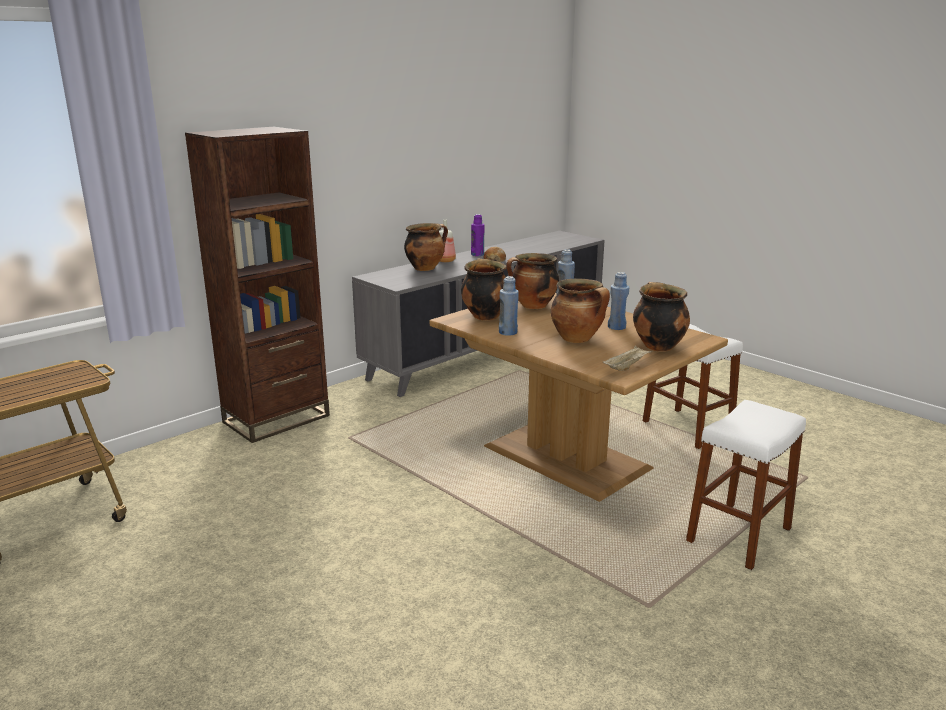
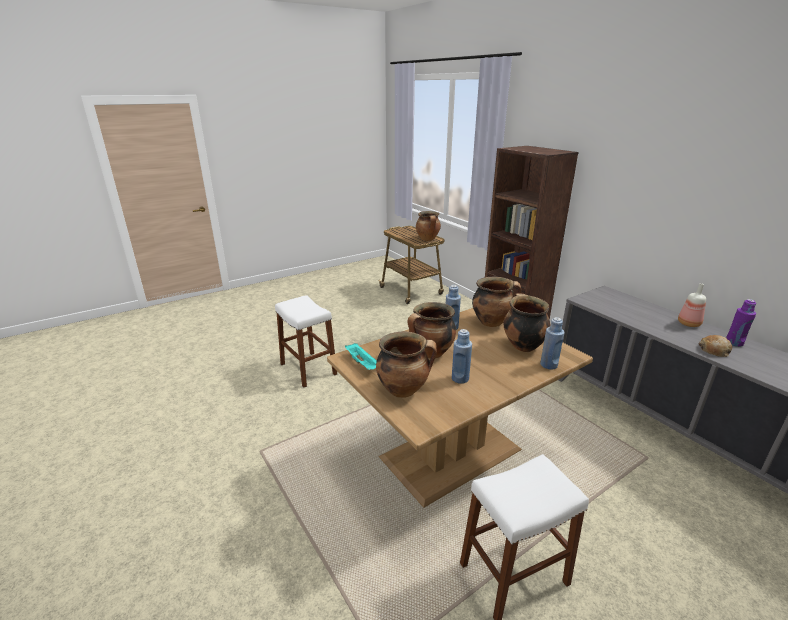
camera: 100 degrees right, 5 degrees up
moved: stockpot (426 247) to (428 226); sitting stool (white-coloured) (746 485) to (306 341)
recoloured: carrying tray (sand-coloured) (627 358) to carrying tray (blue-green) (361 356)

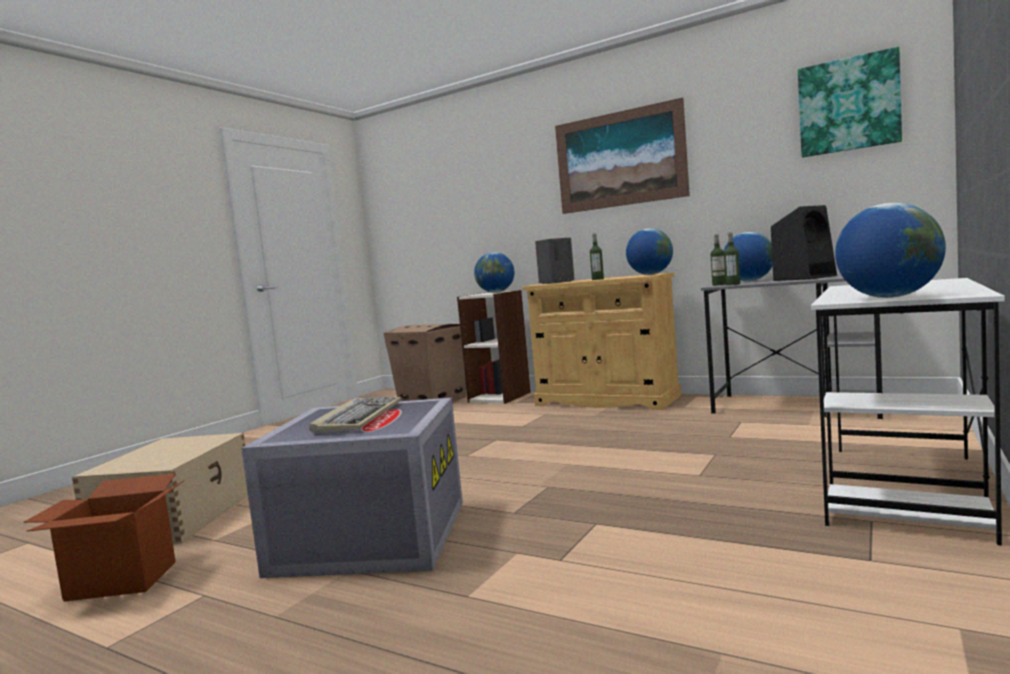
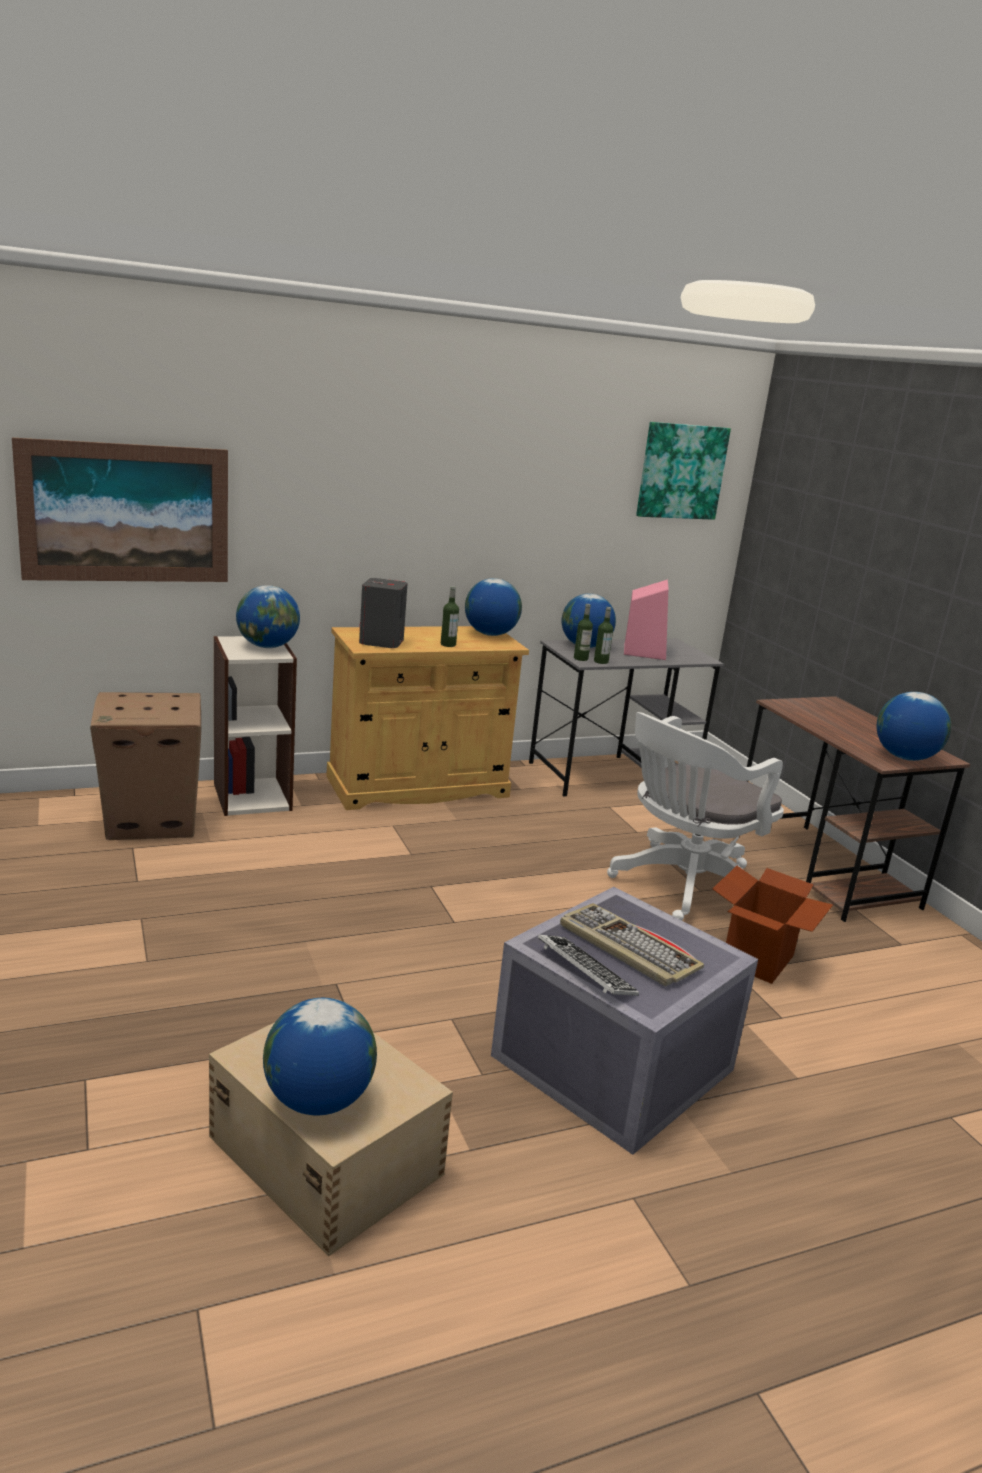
camera: 55 degrees left, 15 degrees up
added: desk chair (white-coloured) (695 816); computer keyboard (588 965); world globe (320 1056)
moved: picture (622 155) to (120 510); carton (104 537) to (772 925)
recoloured: loudspeaker (blackish) (804 243) to loudspeaker (pink) (646 619); desk unit (white-coloured) (908 412) to desk unit (brown-coloured) (858 809)

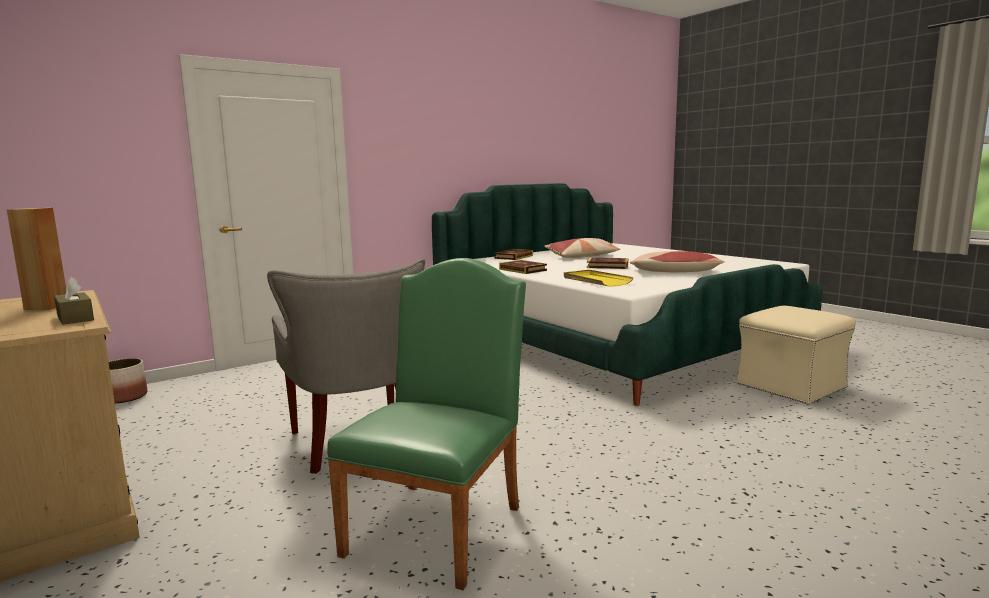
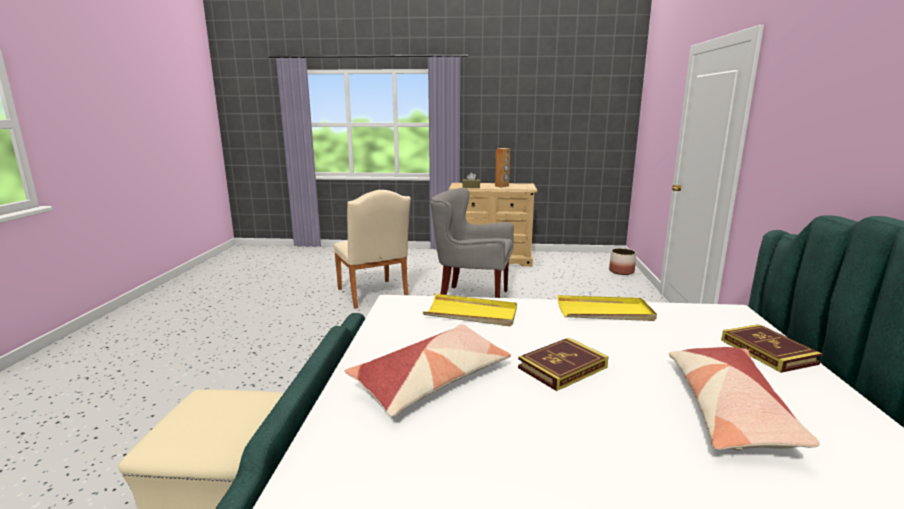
camera: 130 degrees right, 5 degrees up
replaced: bound book (523 267) to carrying tray (yellow-coloured) (607 308)
recoloured: upright chair (green) (426 424) to upright chair (sand-coloured) (372 249)

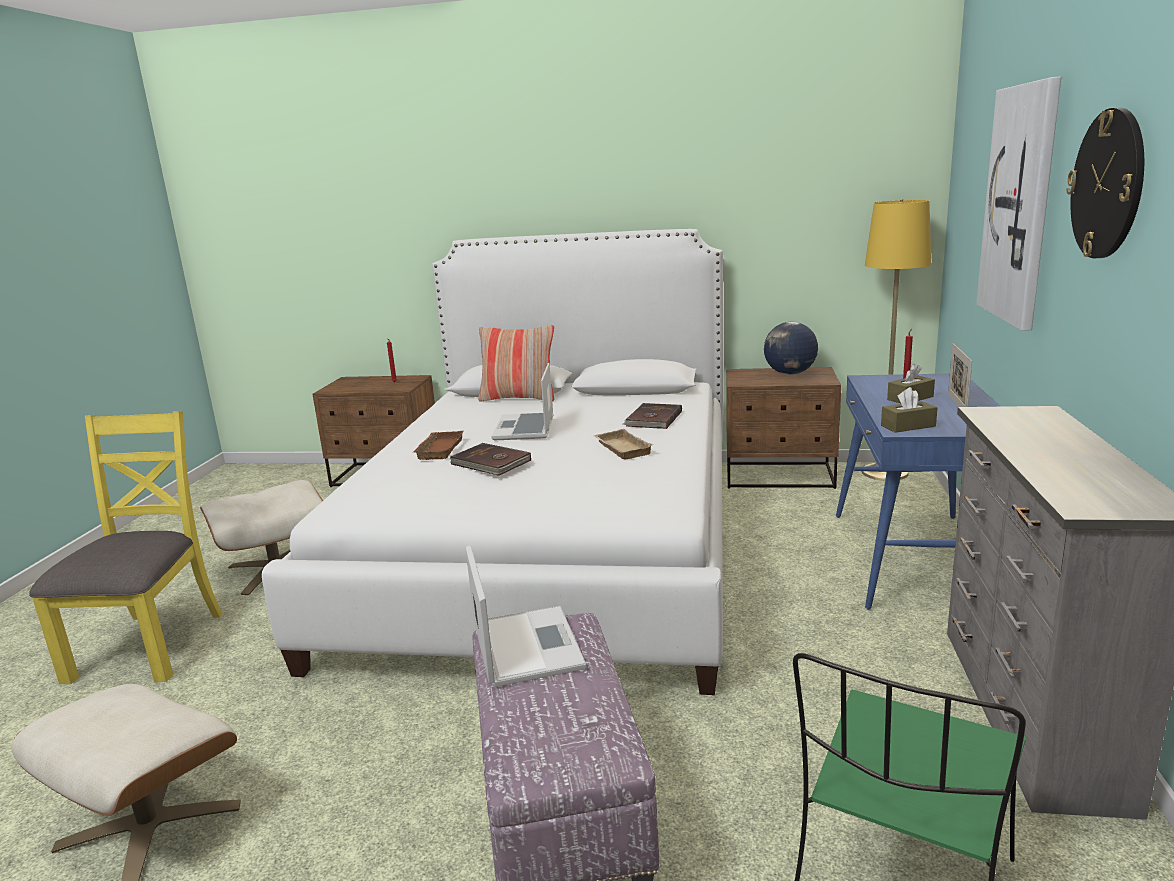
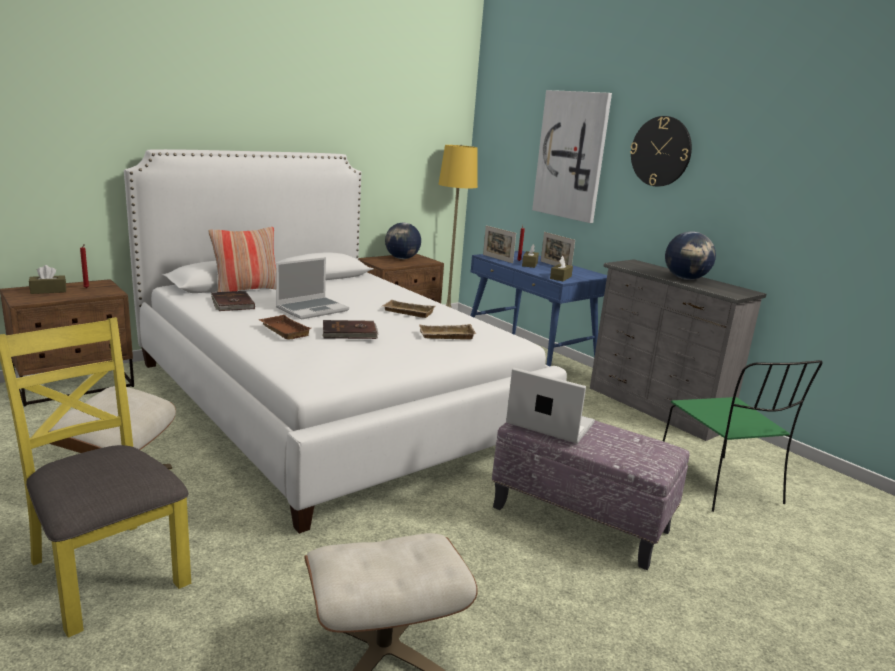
camera: 50 degrees left, 0 degrees up
added: photo frame (499 244); world globe (690 255); box of tissues (brown-coloured) (47 279); carrying tray (sand-coloured) (447 332)
moved: bound book (brown-coloured) (652 416) to (233 301)
turned: portable computer (522 402) = (312 288) 90 degrees counterclockwise

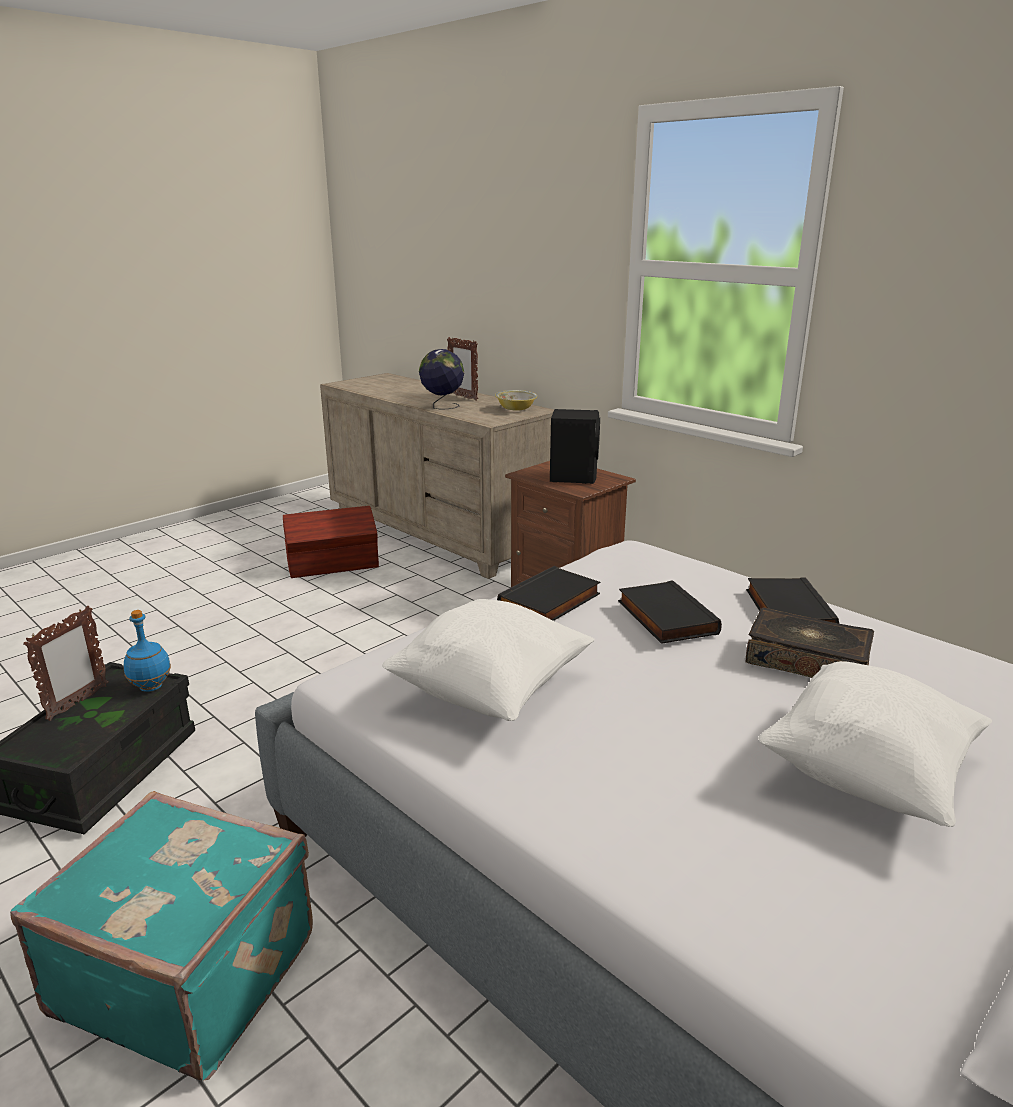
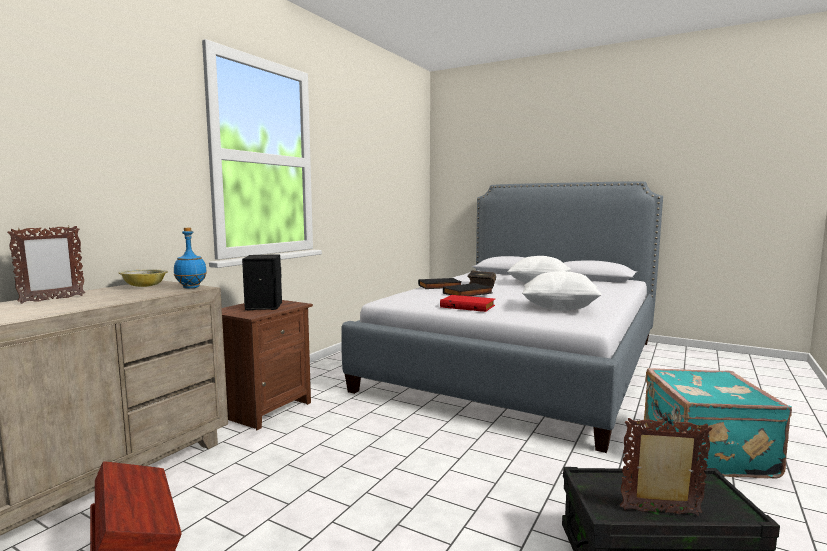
camera: 105 degrees left, 15 degrees down
removed: world globe (441 379)
moved: drink bottle (blue-coloured) (147 651) to (190 258)
recoloured: bound book (blackish) (548 593) to bound book (red-coloured) (467 303)

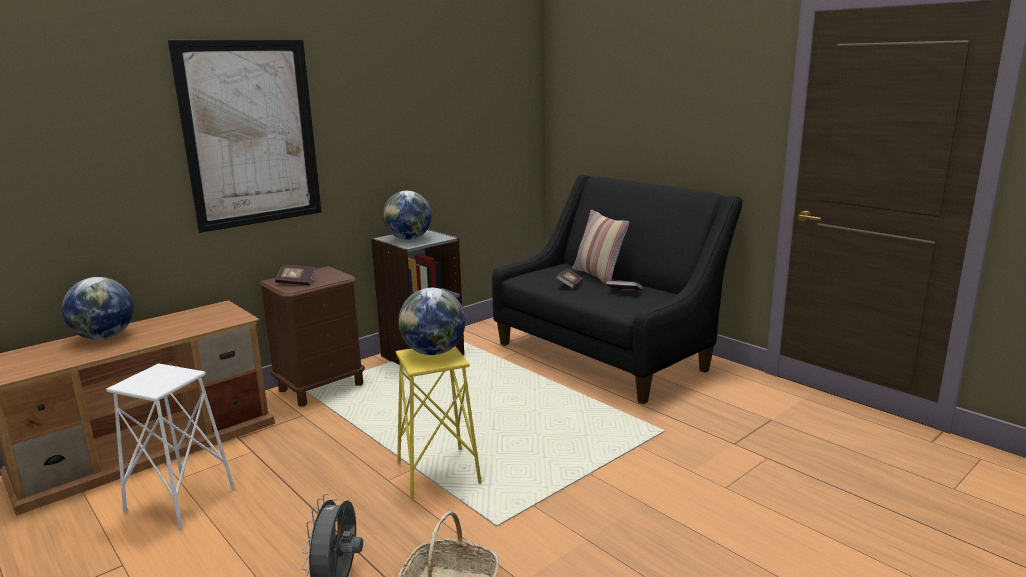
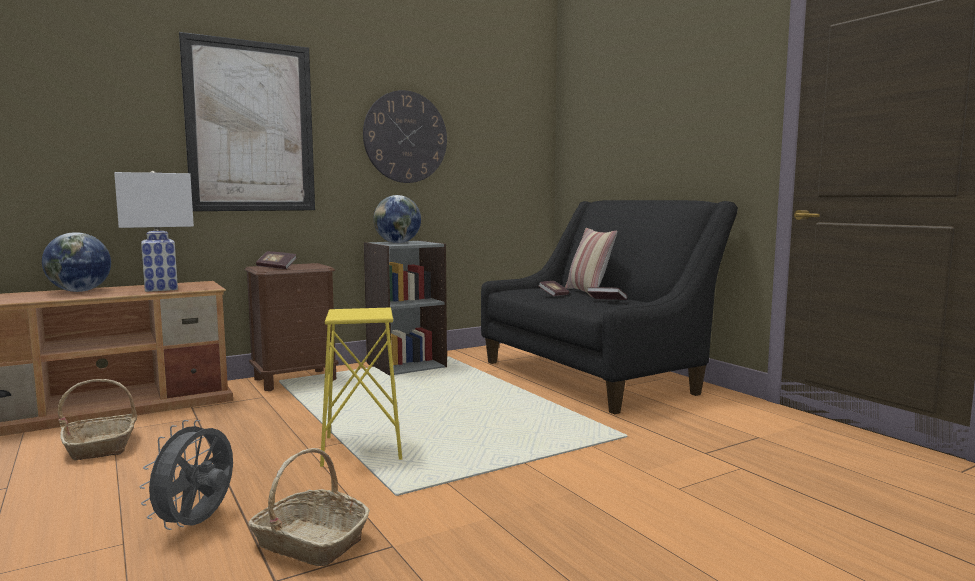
camera: 10 degrees right, 10 degrees down
removed: world globe (431 321)
added: clock on the wall (405 136); tabletop lamp (white-coloured) (154 231)
replaced: sitting stool (white-coloured) (170 446) to household basket (97 420)

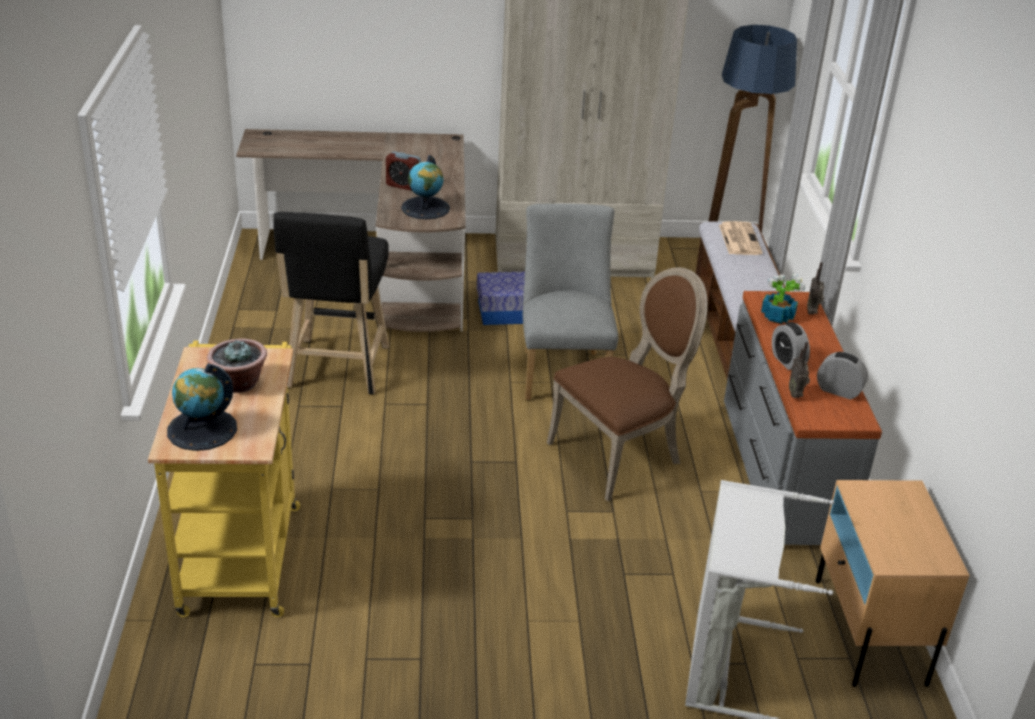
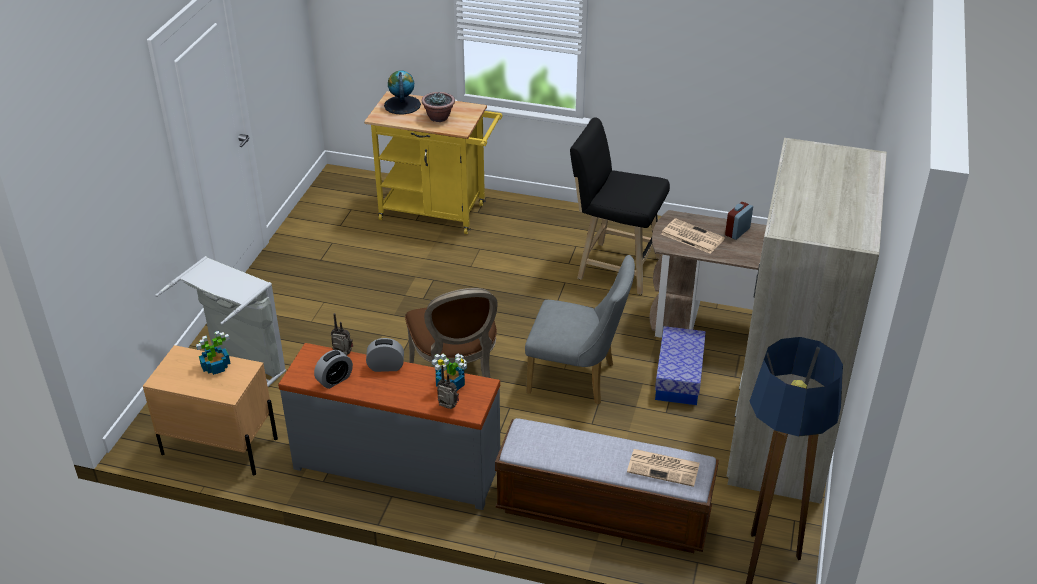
camera: 110 degrees right, 5 degrees up
added: houseplant (213 353)
replaced: world globe (425 187) to daily paper (693 236)

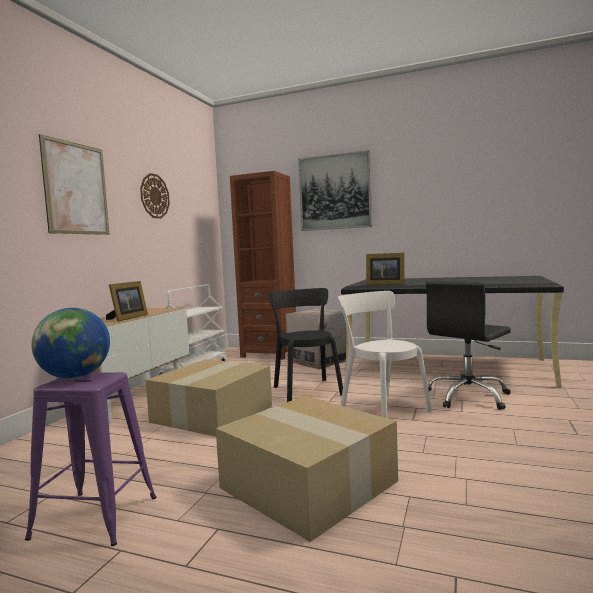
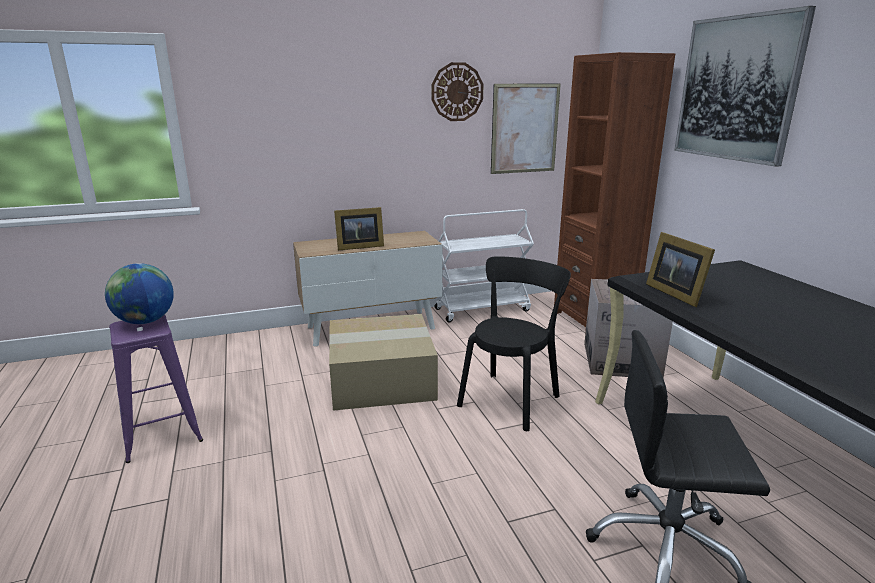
camera: 50 degrees right, 15 degrees up
removed: upright chair (white-coloured) (385 354); carton (307 469)
moved: picture (74 184) to (526 129)

